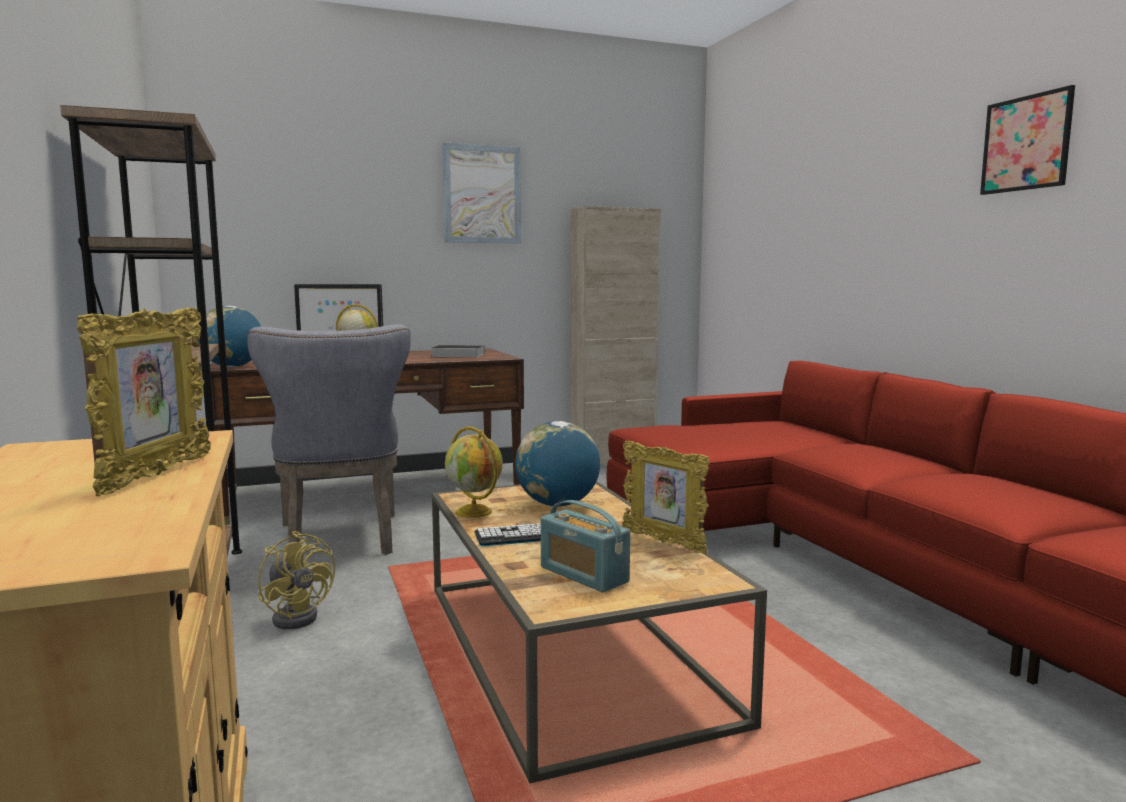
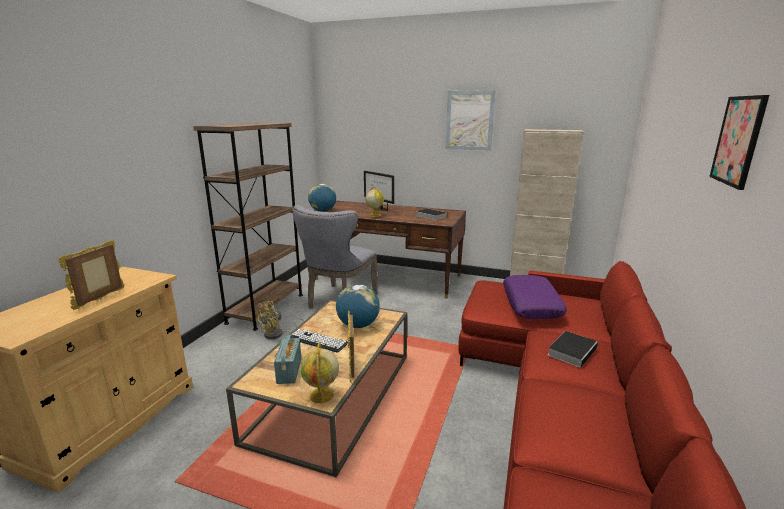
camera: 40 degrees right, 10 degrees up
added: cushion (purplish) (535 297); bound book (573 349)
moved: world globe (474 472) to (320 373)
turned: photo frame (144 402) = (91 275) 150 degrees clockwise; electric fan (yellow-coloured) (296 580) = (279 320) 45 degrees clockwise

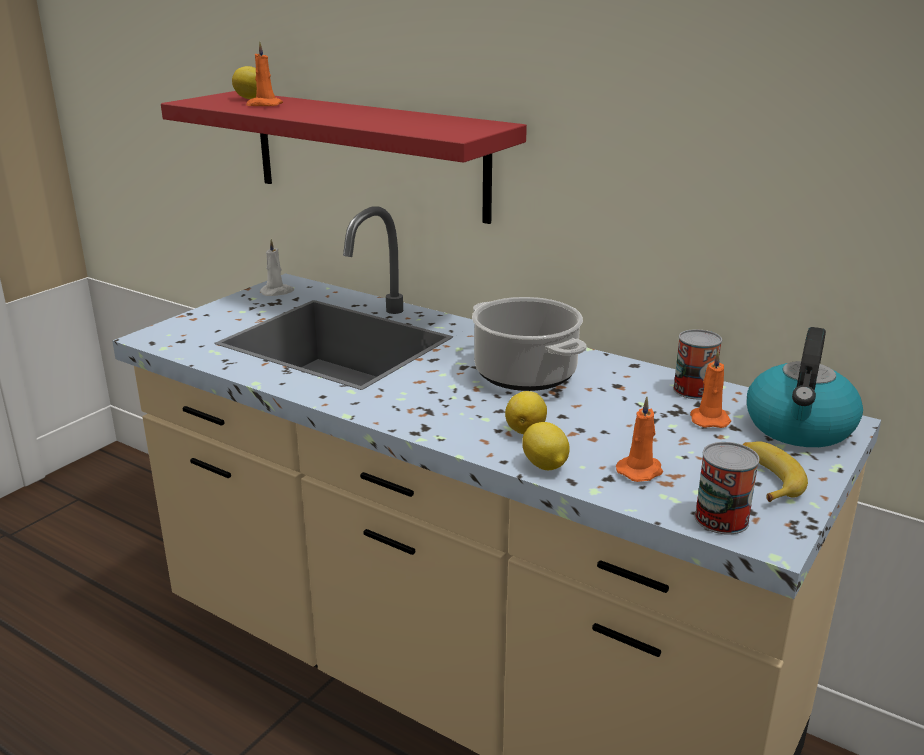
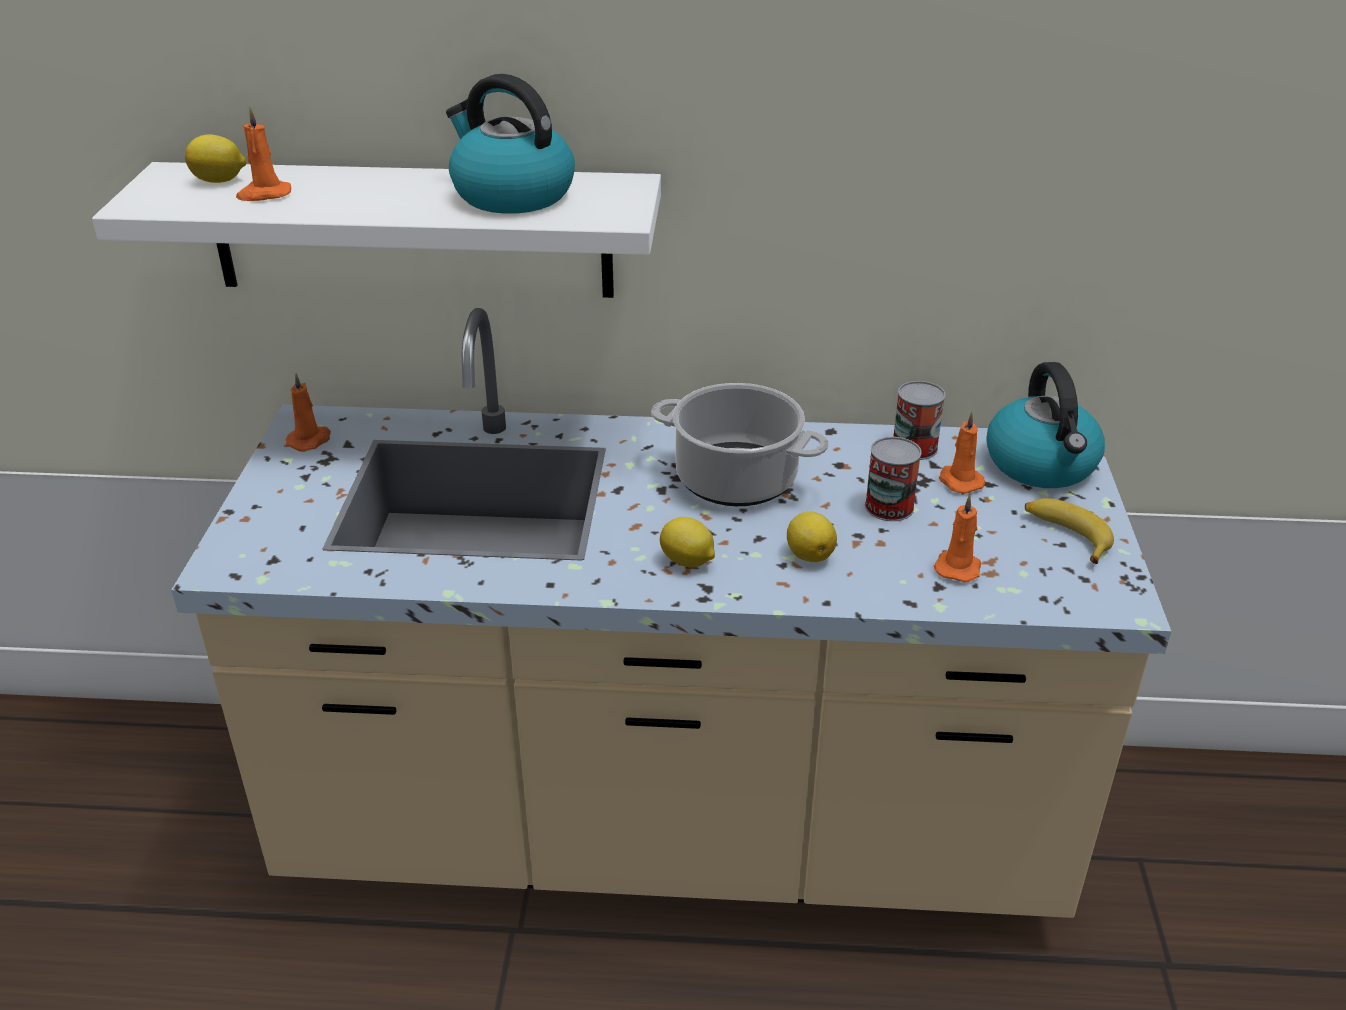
camera: 30 degrees left, 10 degrees up
added: tea kettle (510 144)
moved: citrus fruit (546 446) to (687 542); can (727 488) to (893 479)
recoloured: shelf (red-coloured) (344 157) to shelf (white-coloured) (376 230); candle (white-coloured) (277 267) to candle (orangey) (308 412)

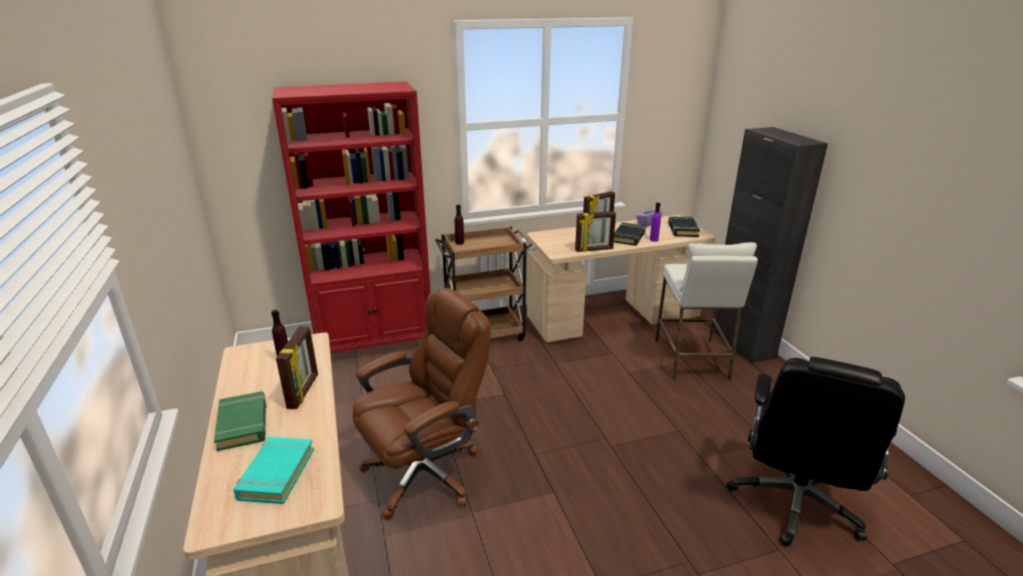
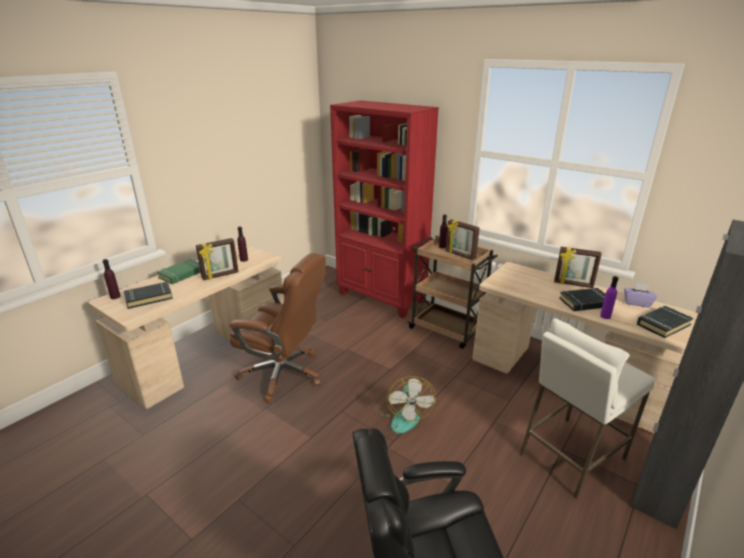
camera: 55 degrees right, 0 degrees up
added: drink bottle (purplish) (111 279); electric fan (406 405)
moved: photo frame (595 231) to (463 239)
recoloured: bound book (blue-green) (273 470) to bound book (blackish) (148 295)

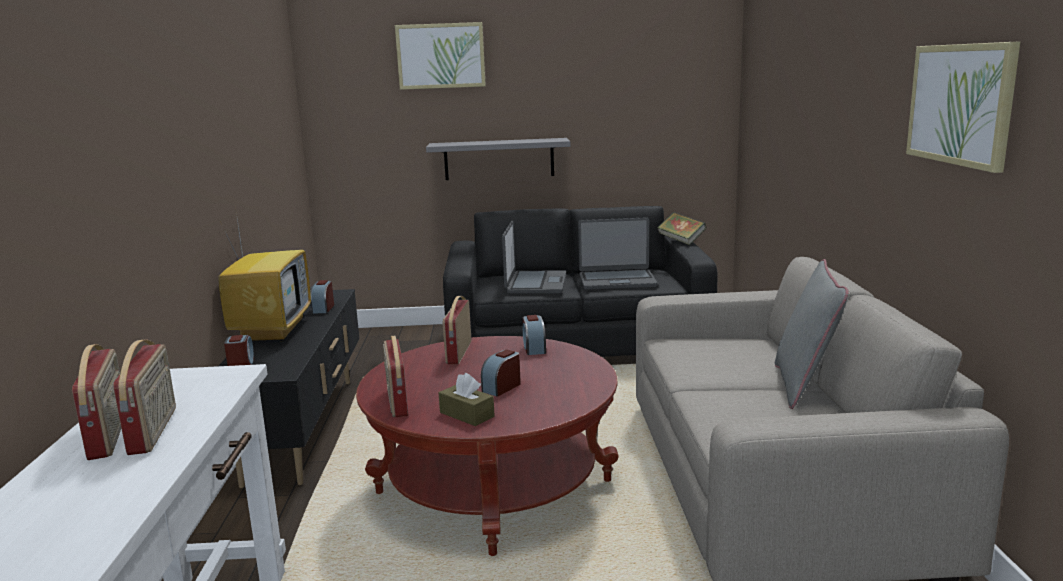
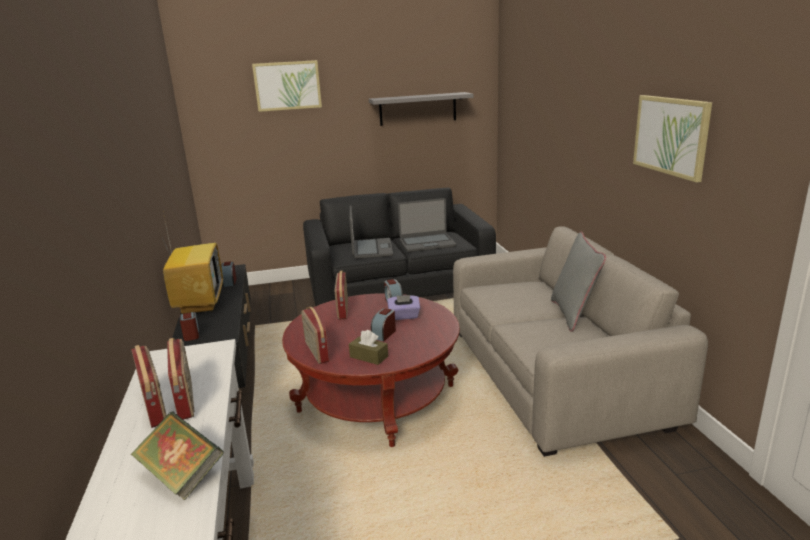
camera: 10 degrees left, 5 degrees up
added: box of tissues (purplish) (403 307)
moved: shelf (gray) (498 159) to (421 109); bound book (681 228) to (177 456)

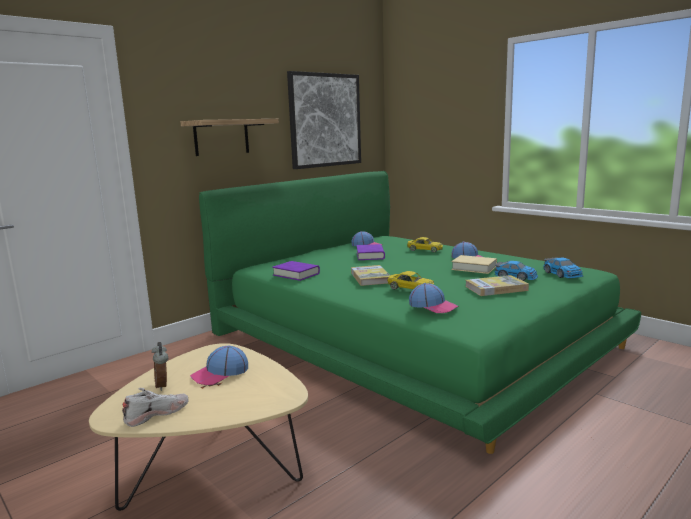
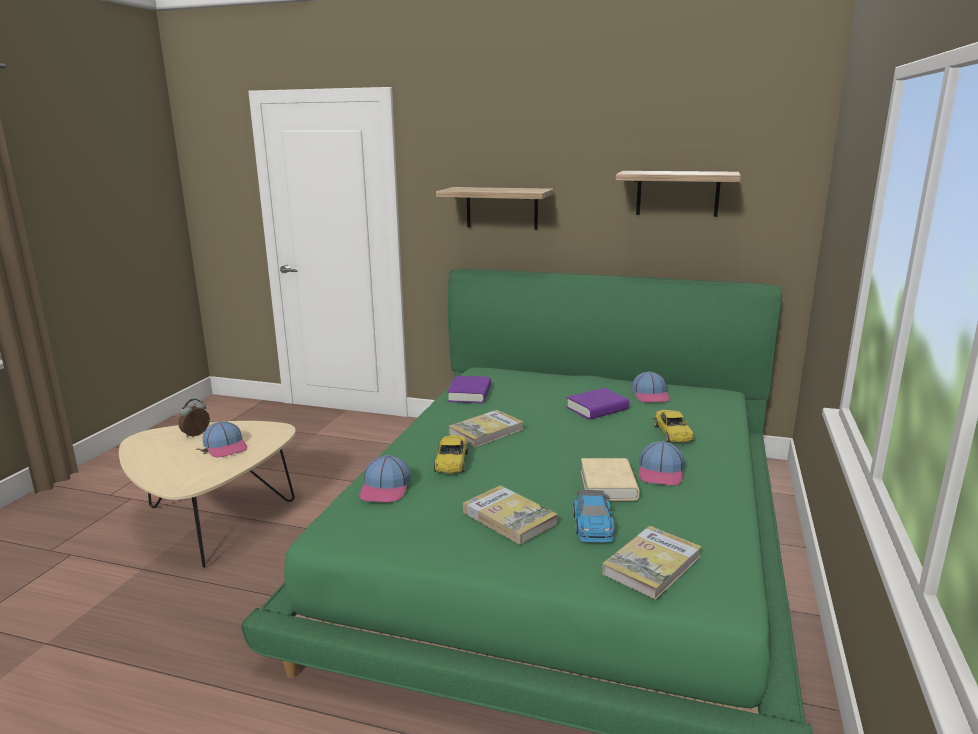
camera: 60 degrees right, 5 degrees up
removed: low shoe (white-coloured) (155 407)
replaced: picture (324 120) to shelf (678 194); miniature car (563 267) to bound book (652 563)
turned: peaked cap (219 365) = (225 439) 150 degrees counterclockwise

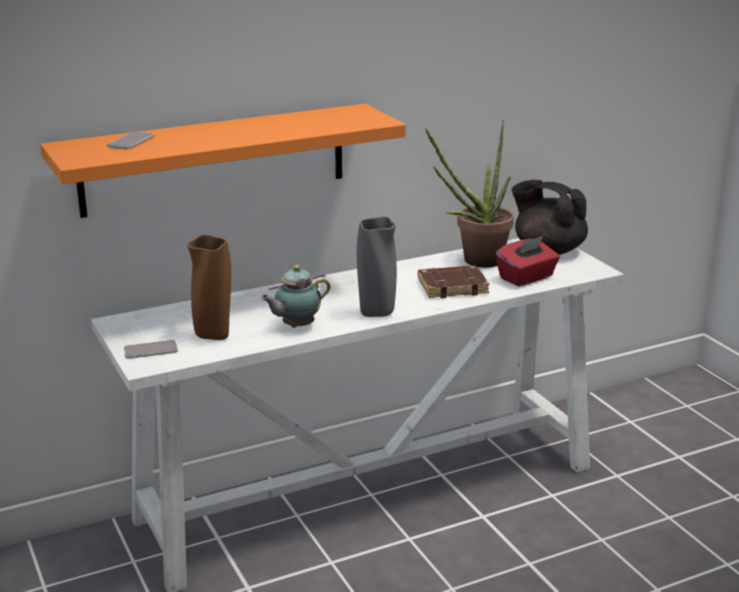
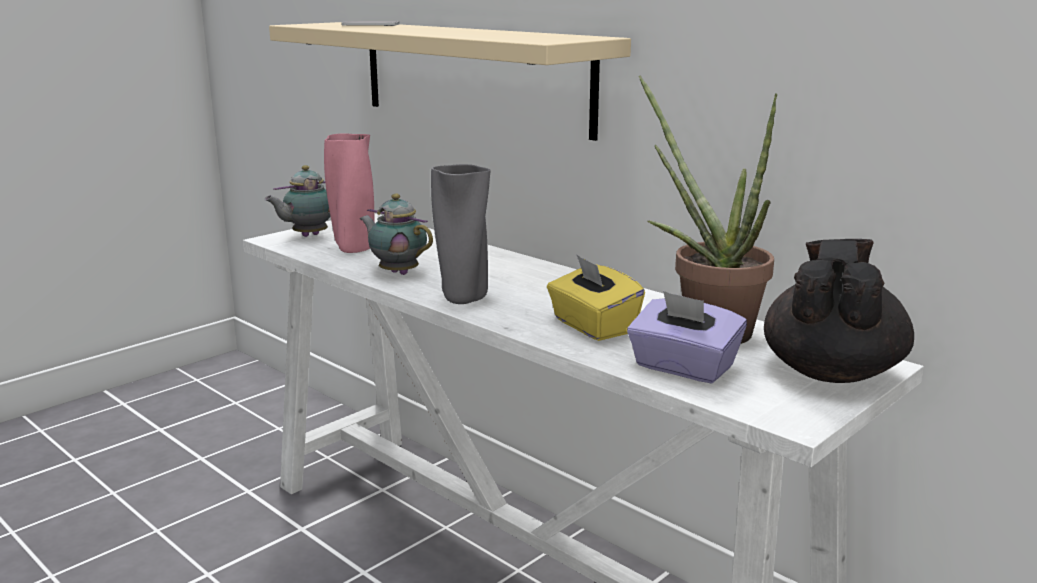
camera: 70 degrees right, 5 degrees down
replaced: bound book (brown-coloured) (454 281) to box of tissues (yellow-coloured) (596 297); phone (151 349) to teapot (297 201)
recoloured: shelf (orangey) (223 161) to shelf (sand-coloured) (450 81); decorative vase (brown-coloured) (209 287) to decorative vase (pink) (349 193); box of tissues (red-coloured) (527 261) to box of tissues (purplish) (687 337)

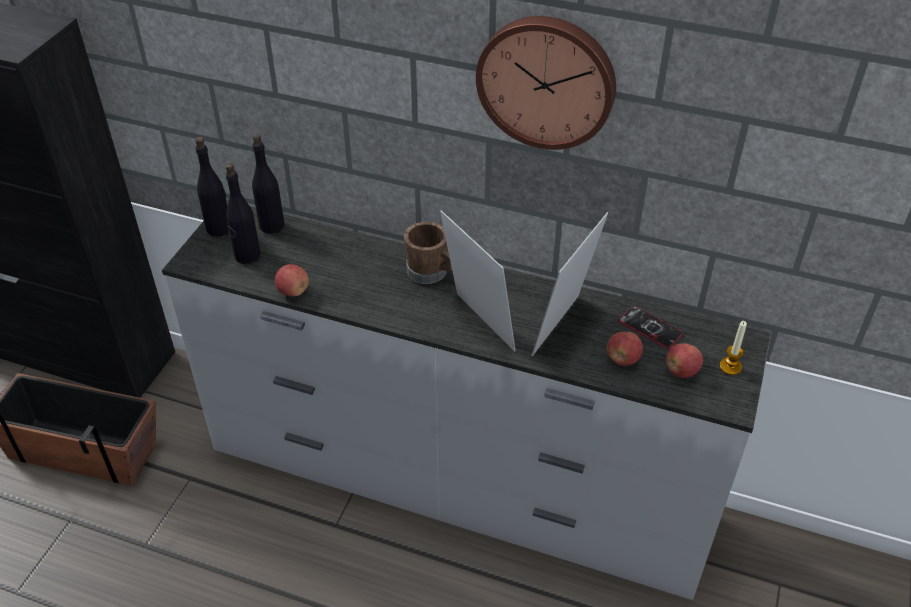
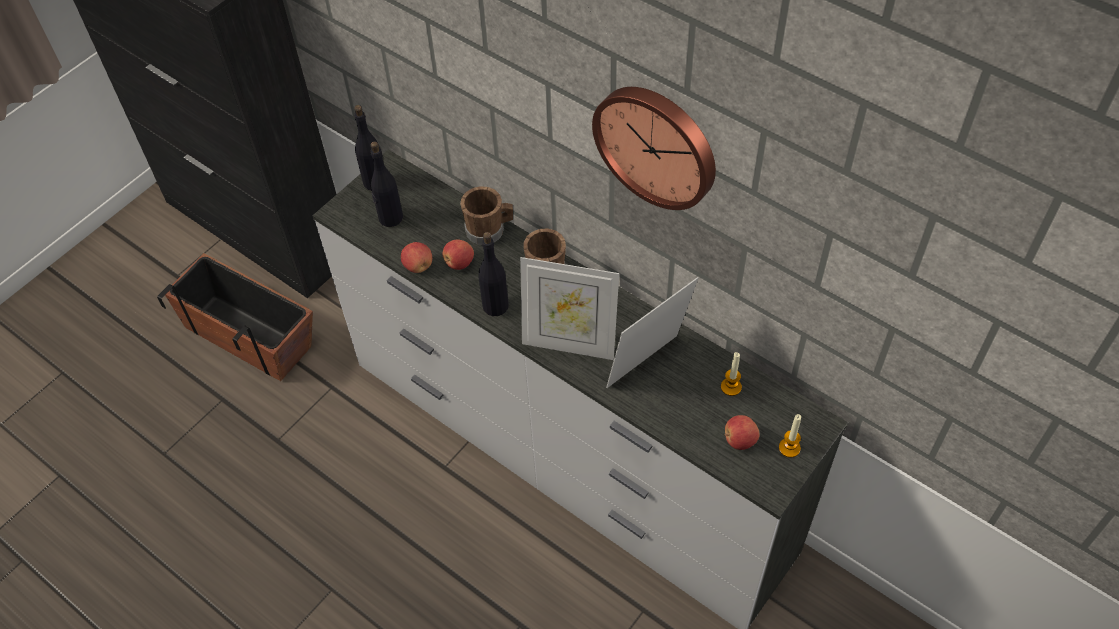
camera: 20 degrees right, 10 degrees up
added: tea mug (brown-coloured) (486 215)
moved: drink bottle (blackish) (268 184) to (493 274); whole apple (625 349) to (458 254)
replaced: phone (650 327) to candle (731 374)
turned: photo frame (478 280) = (569 308) 120 degrees clockwise

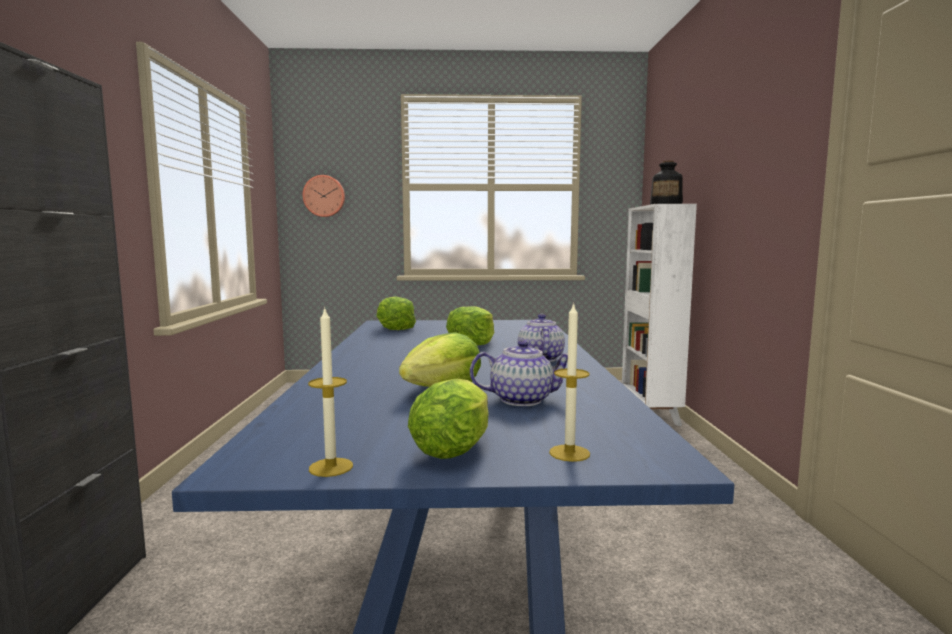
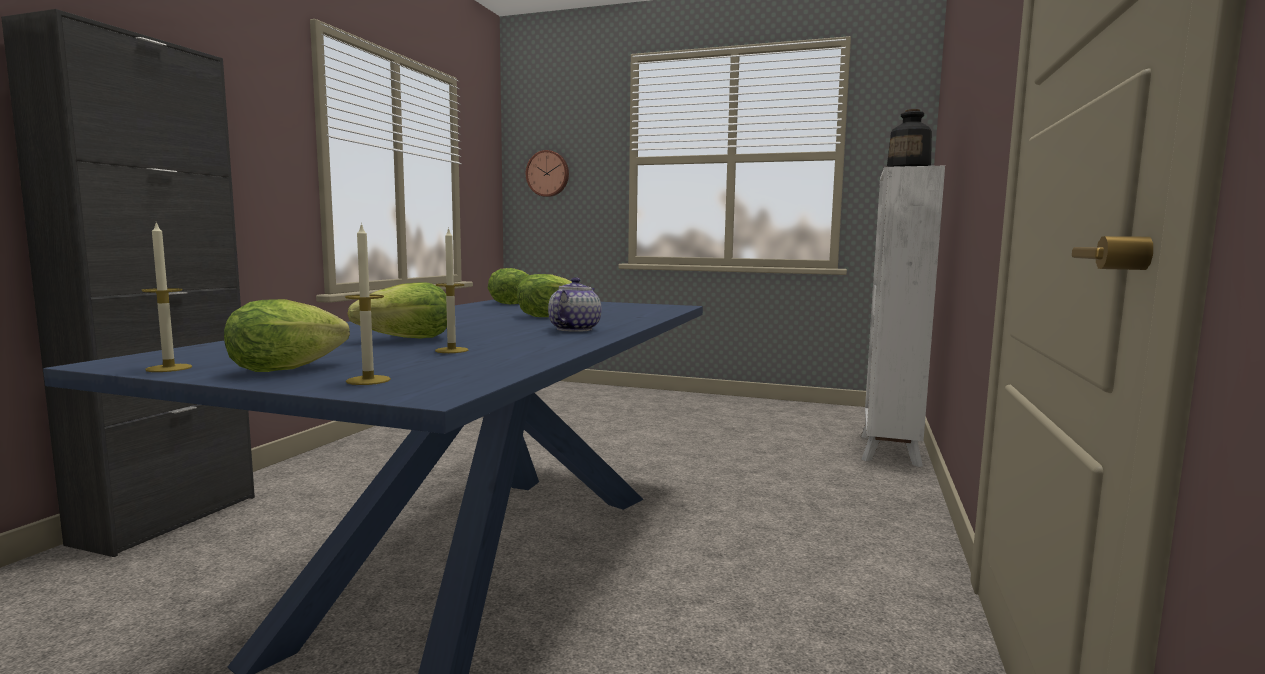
camera: 20 degrees right, 0 degrees up
replaced: teapot (519 373) to candle (451 290)

